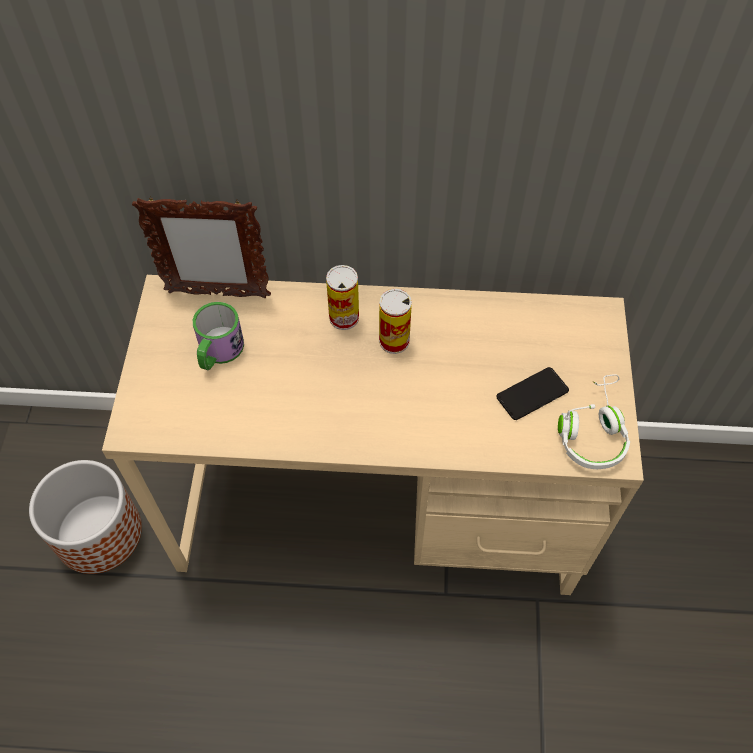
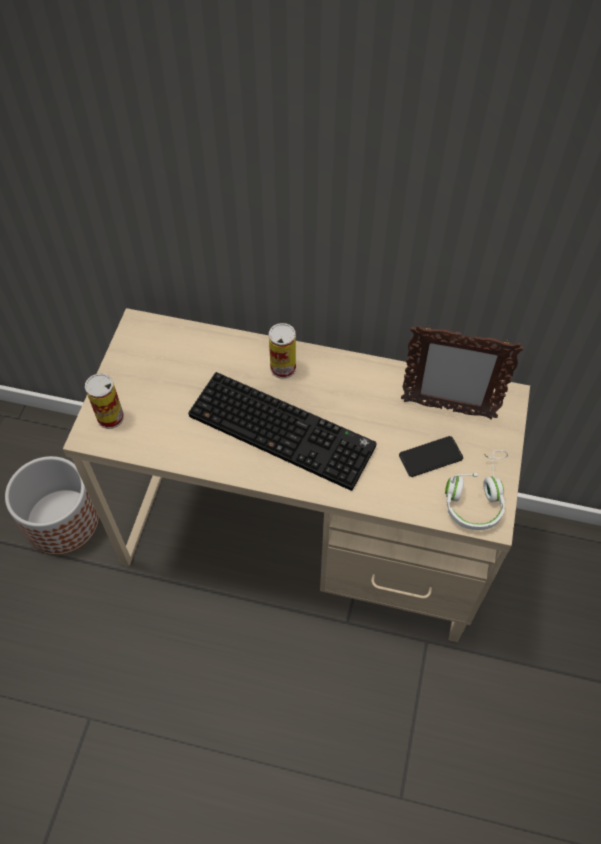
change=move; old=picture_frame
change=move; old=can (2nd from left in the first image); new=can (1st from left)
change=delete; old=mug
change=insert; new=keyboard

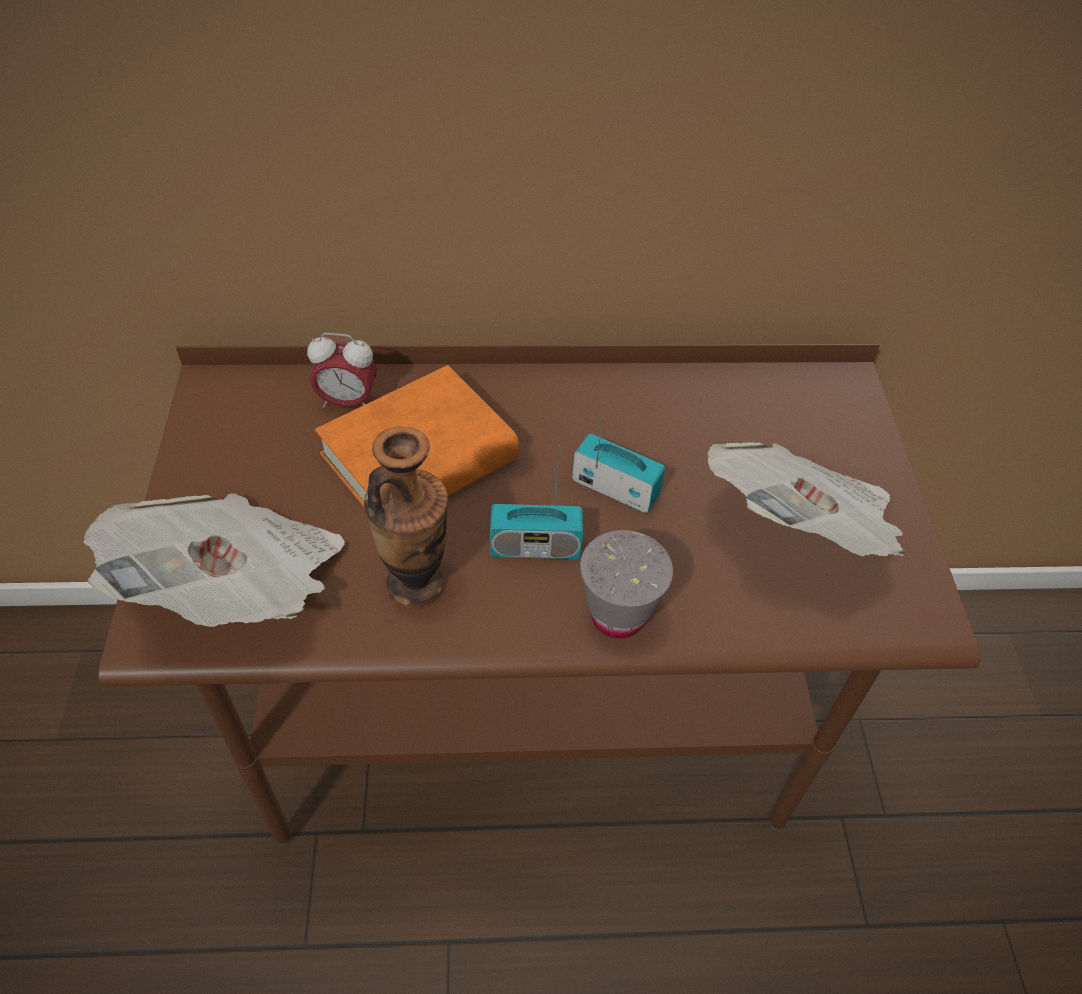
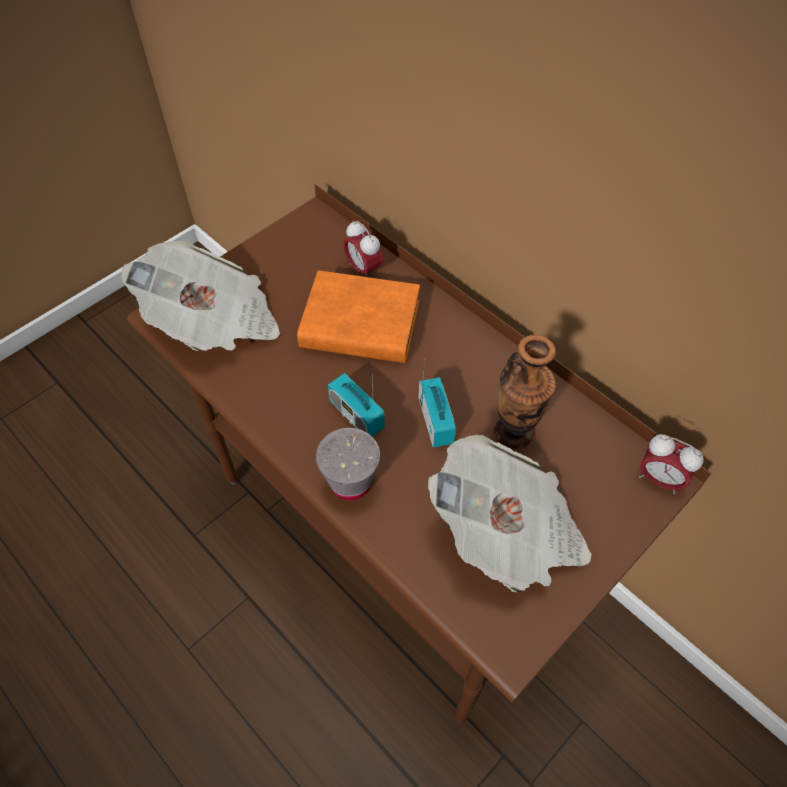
change=move; old=vase
change=insert; new=alarm_clock (2nd from left)

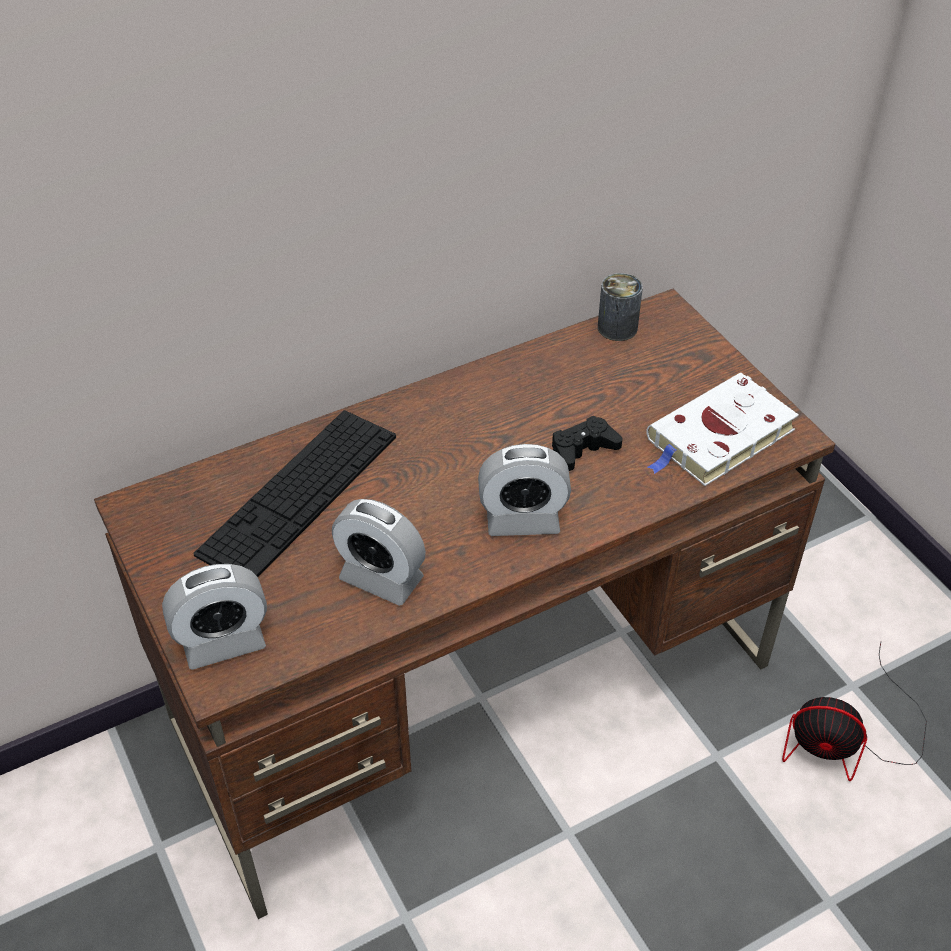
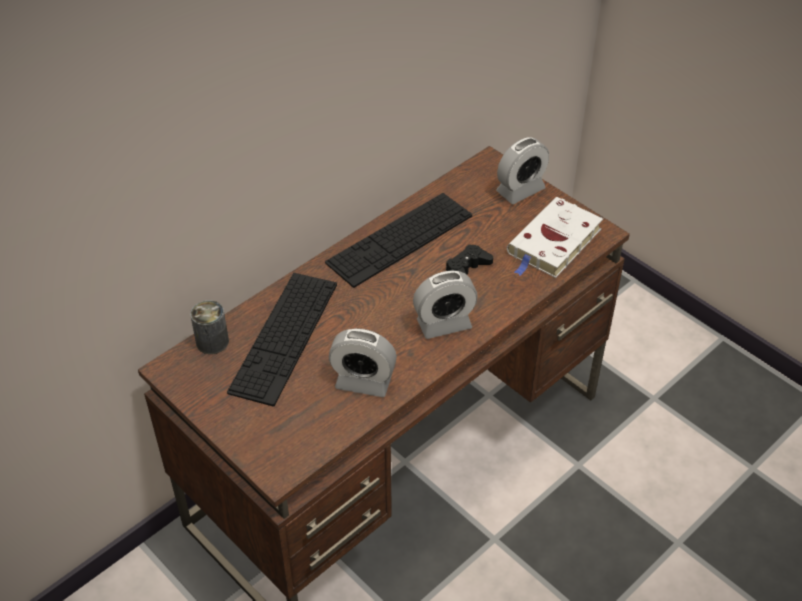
change=move; old=can
change=move; old=alarm_clock (1st from left in the first image); new=alarm_clock (3rd from left)
change=delete; old=fan
change=insert; new=keyboard (2nd from left)

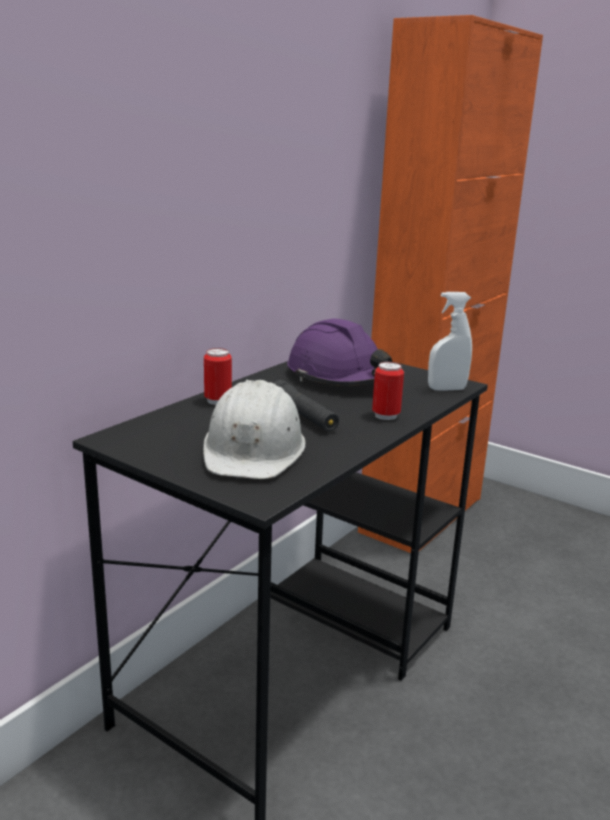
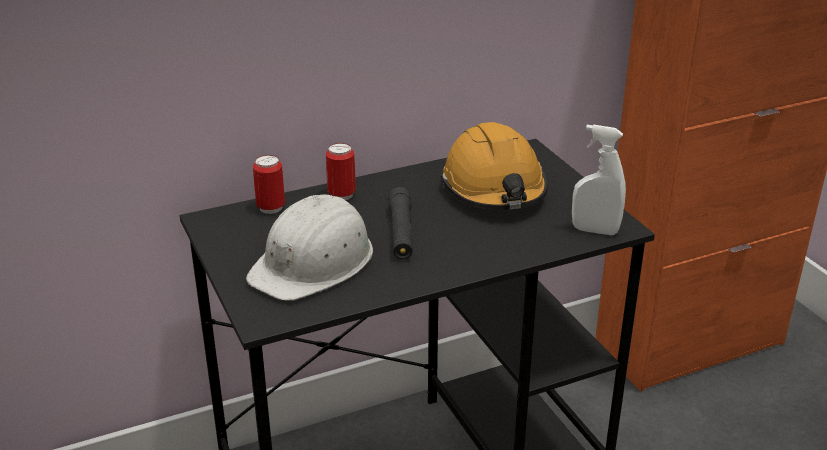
change=recolor; old=purple_hard_hat; new=orange_hard_hat
change=move; old=can (2nd from left in the first image); new=can (1st from left)

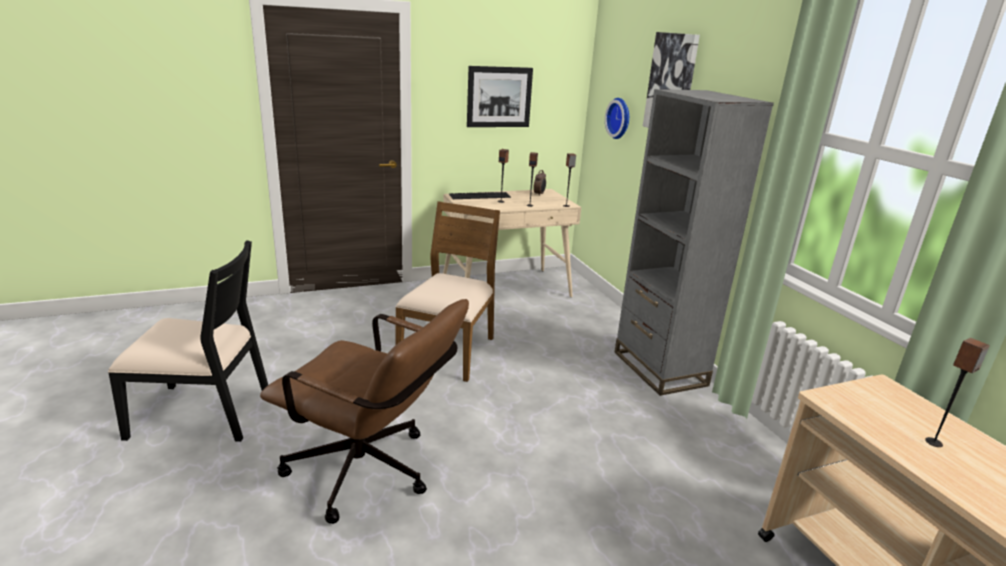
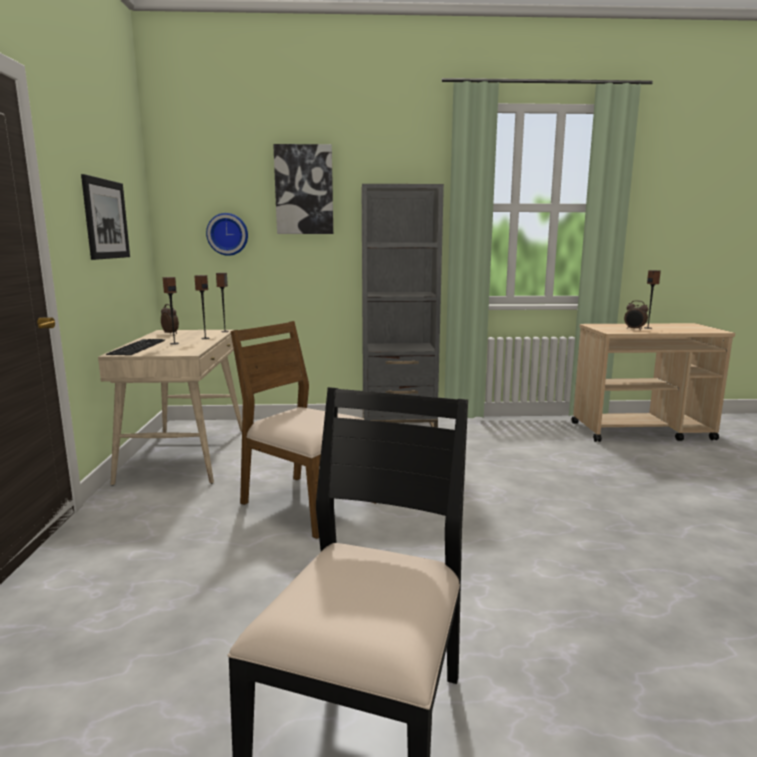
change=delete; old=brown_office_chair
change=insert; new=alarm_clock (2nd from left)

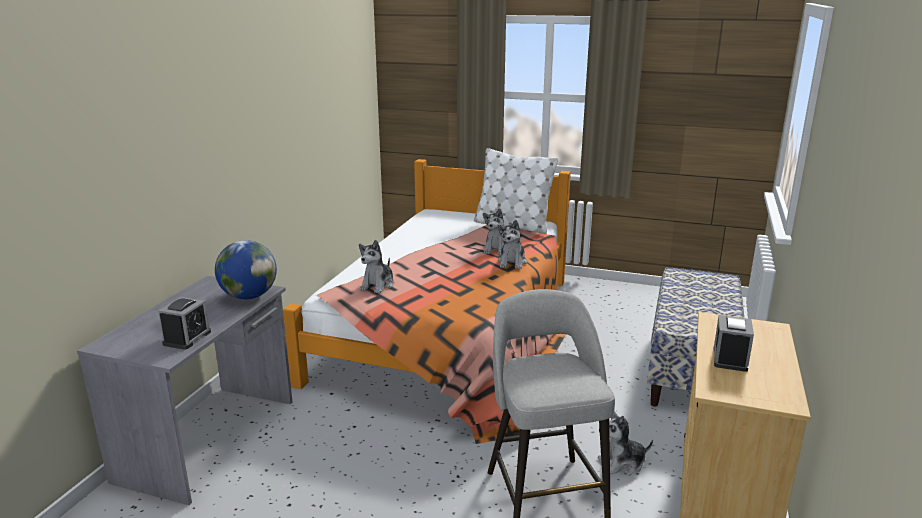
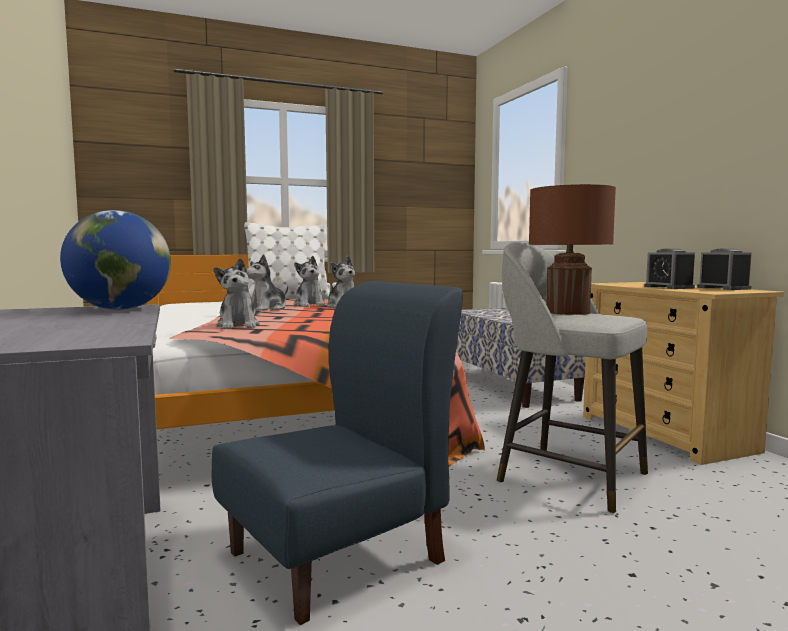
change=move; old=alarm_clock (1st from left in the first image); new=alarm_clock (2nd from left)
change=move; old=plush_toy (4th from left in the first image); new=plush_toy (2nd from left)
change=insert; new=brown_table_lamp
change=insert; new=blue_chair

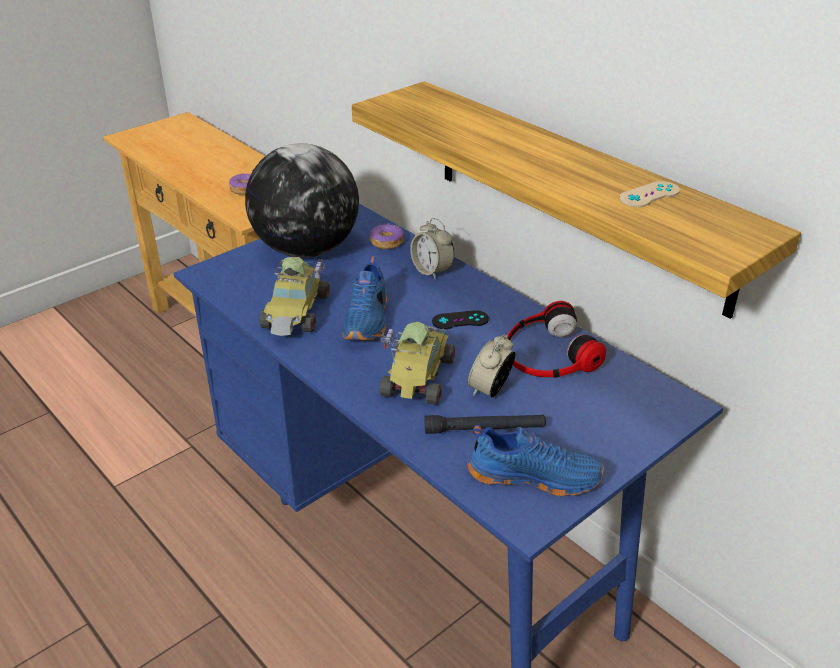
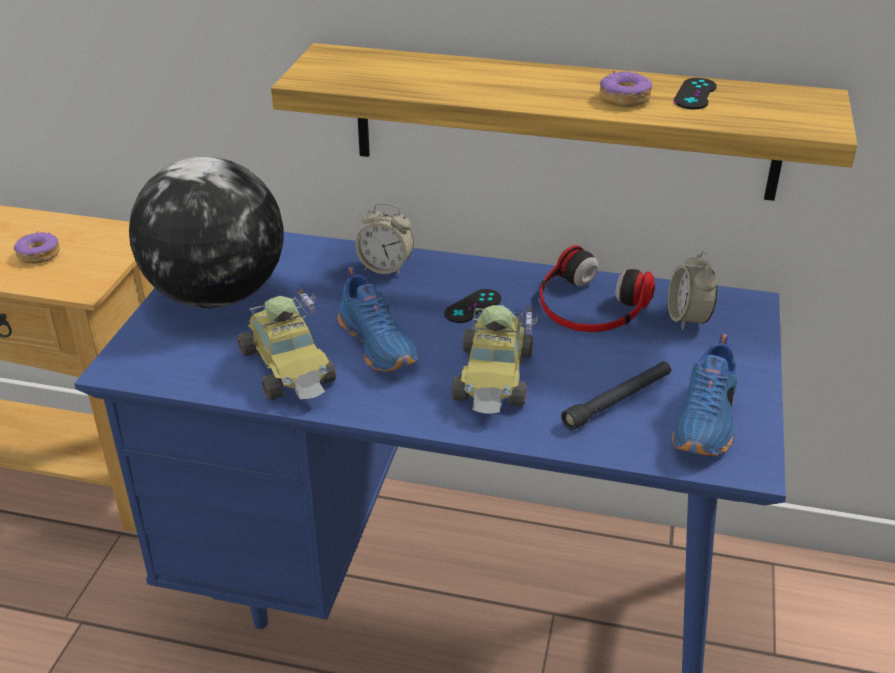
change=recolor; old=beige_game_controller; new=black_game_controller (2nd from left)
change=move; old=donut (2nd from left)
change=rotate; old=toy_car (2nd from left); degrees=-150
change=move; old=alarm_clock (2nd from left)
change=rotate; old=blue_shoe (2nd from left); degrees=135

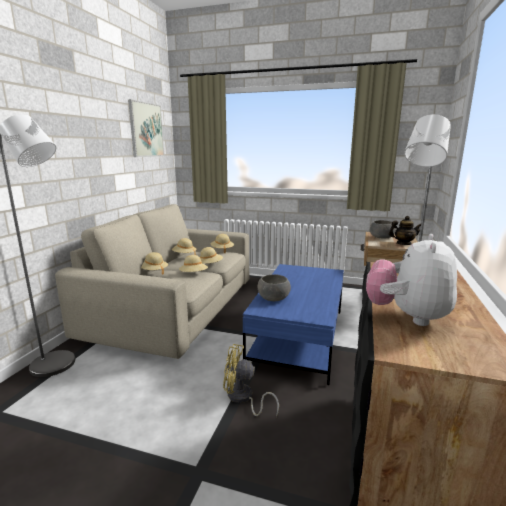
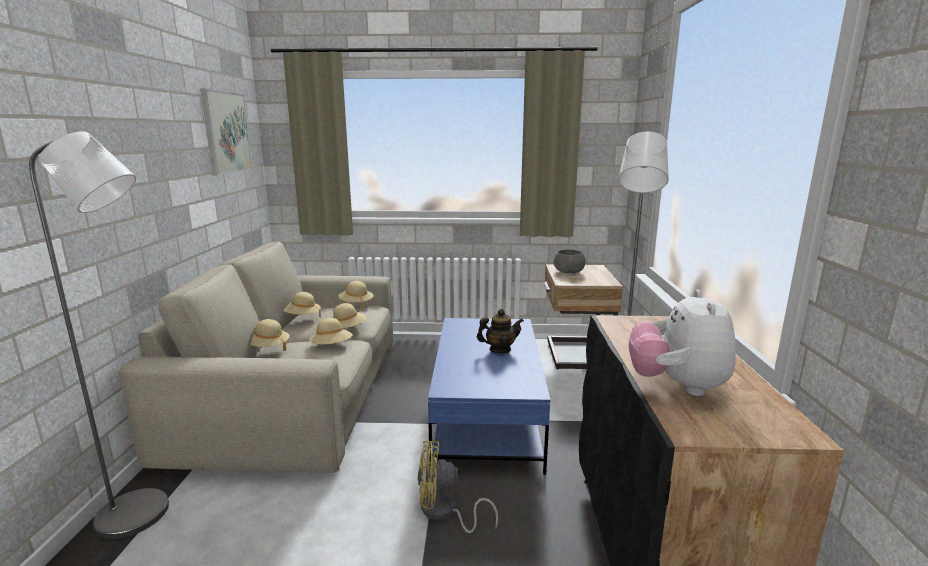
change=move; old=teapot
change=delete; old=grey_bowl (1st from left)

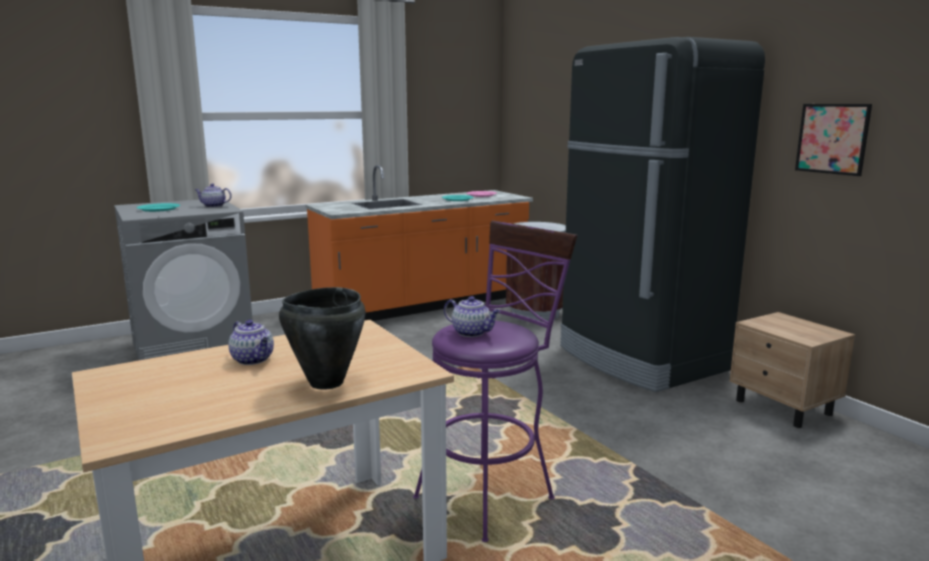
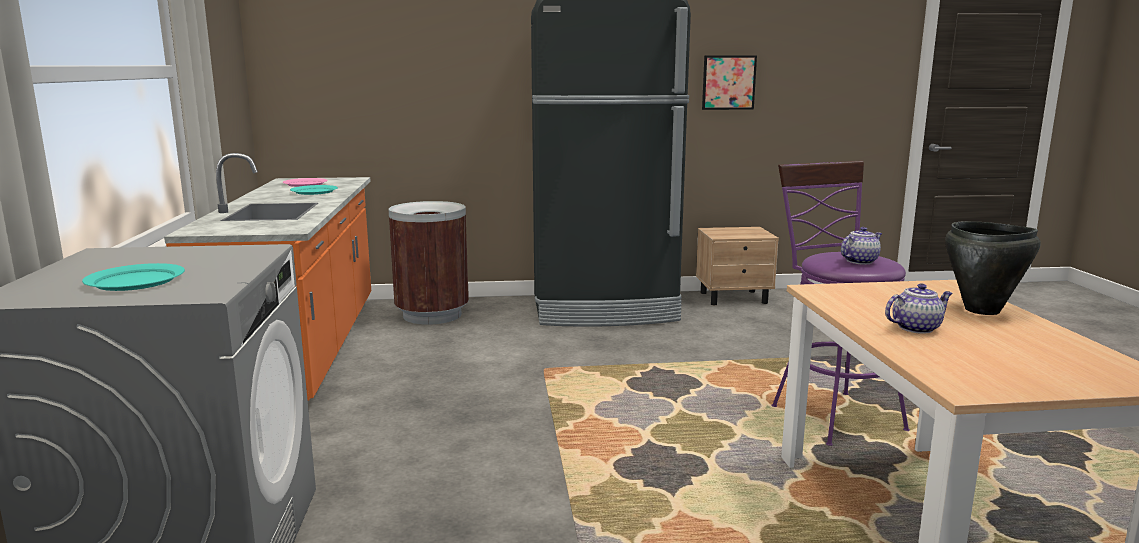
change=delete; old=teapot (1st from left)

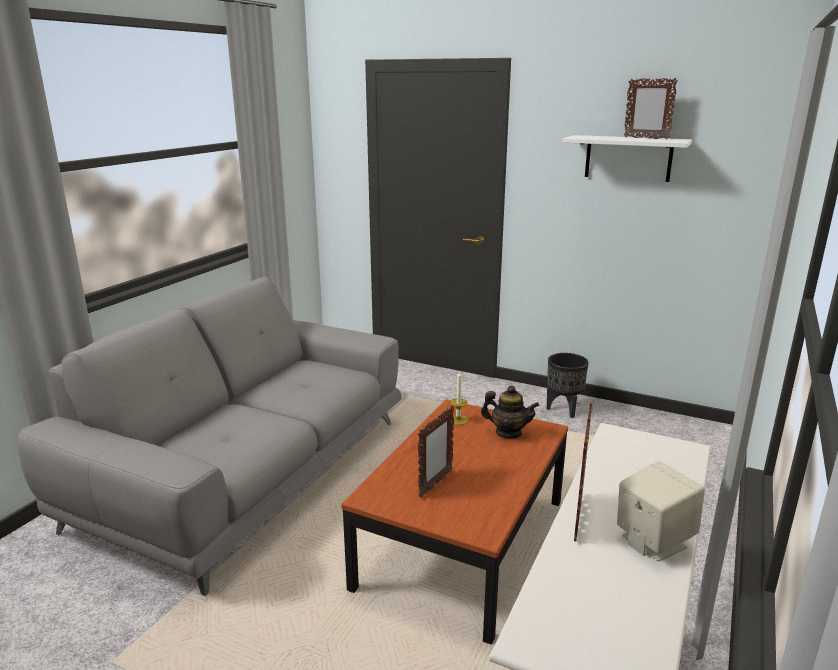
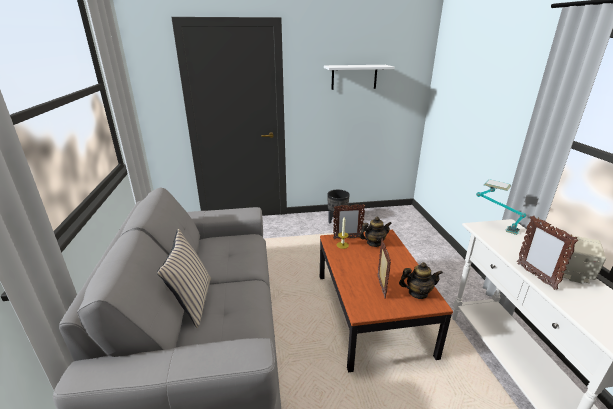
change=move; old=picture_frame (3rd from left in the first image); new=picture_frame (1st from left)
change=insert; new=table_lamp
change=insert; new=beige_pillow
change=insert; new=teapot (2nd from left)

